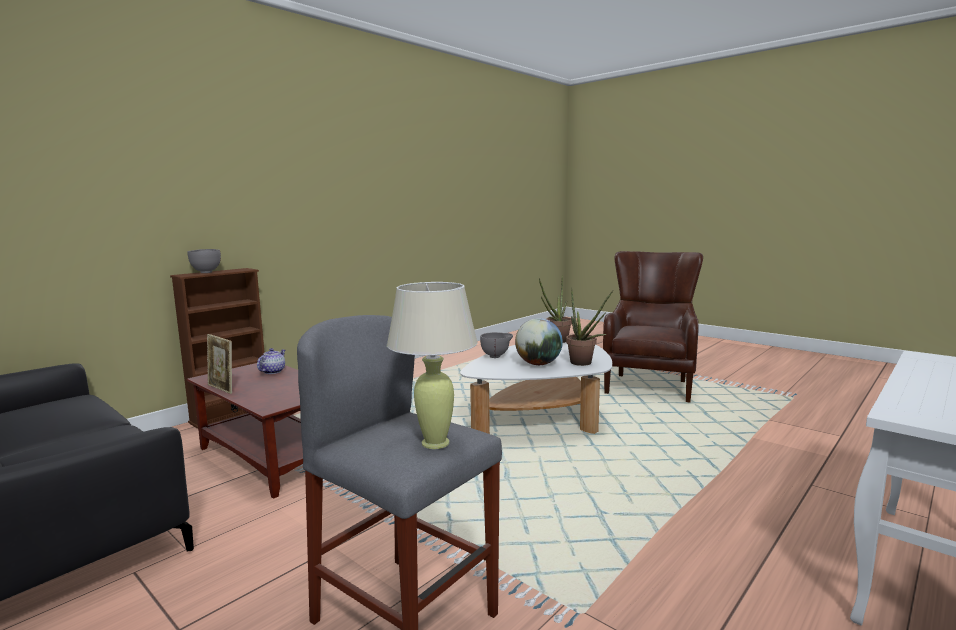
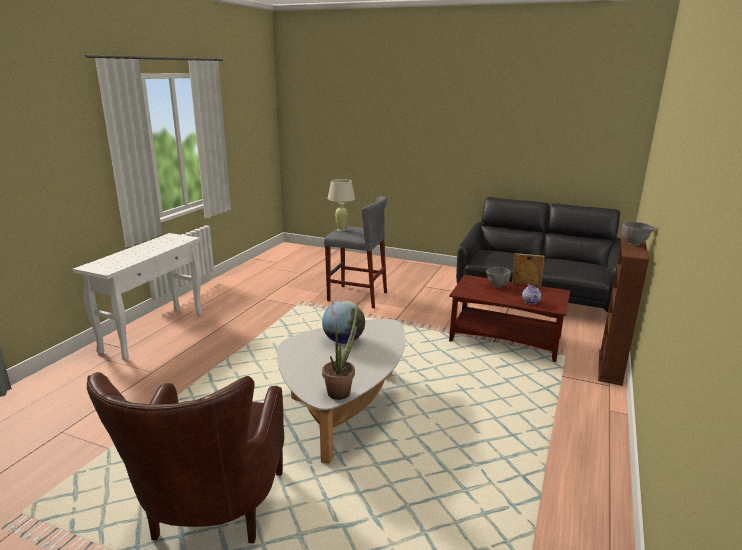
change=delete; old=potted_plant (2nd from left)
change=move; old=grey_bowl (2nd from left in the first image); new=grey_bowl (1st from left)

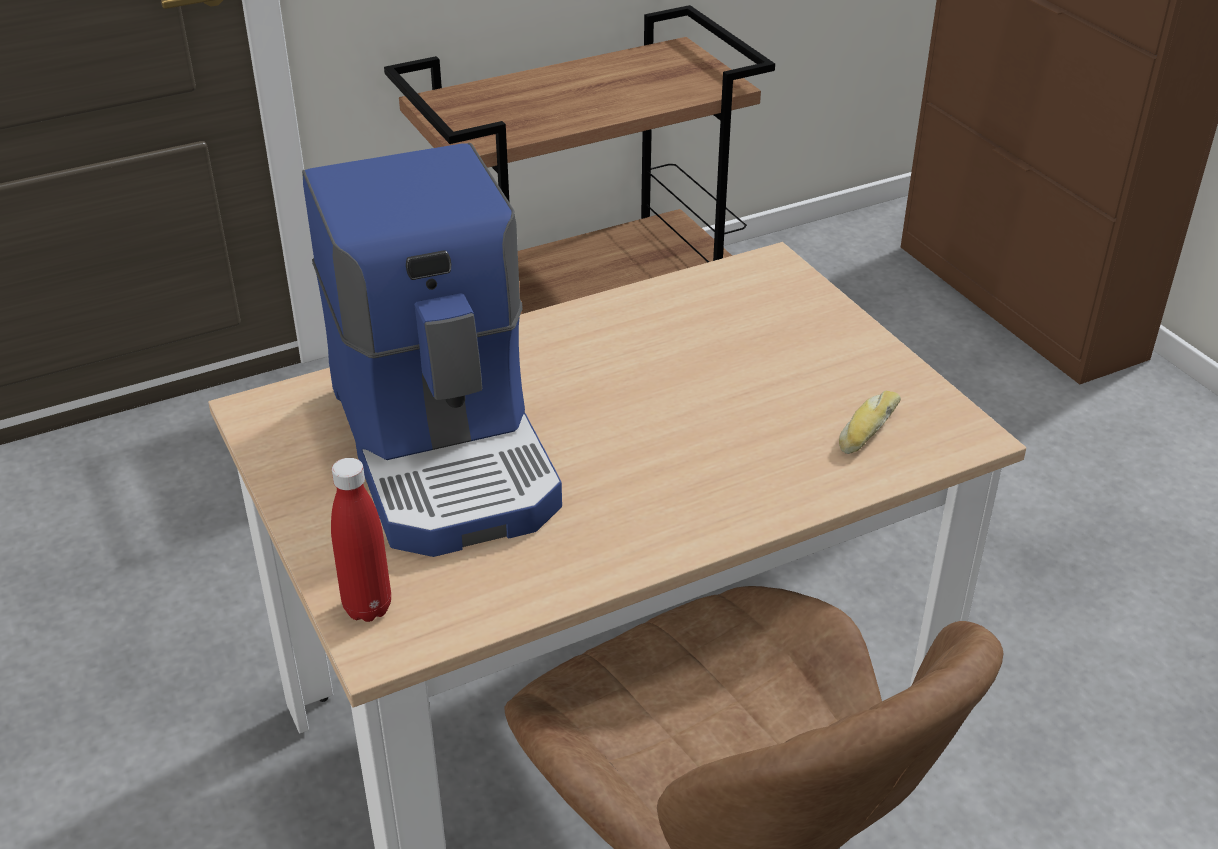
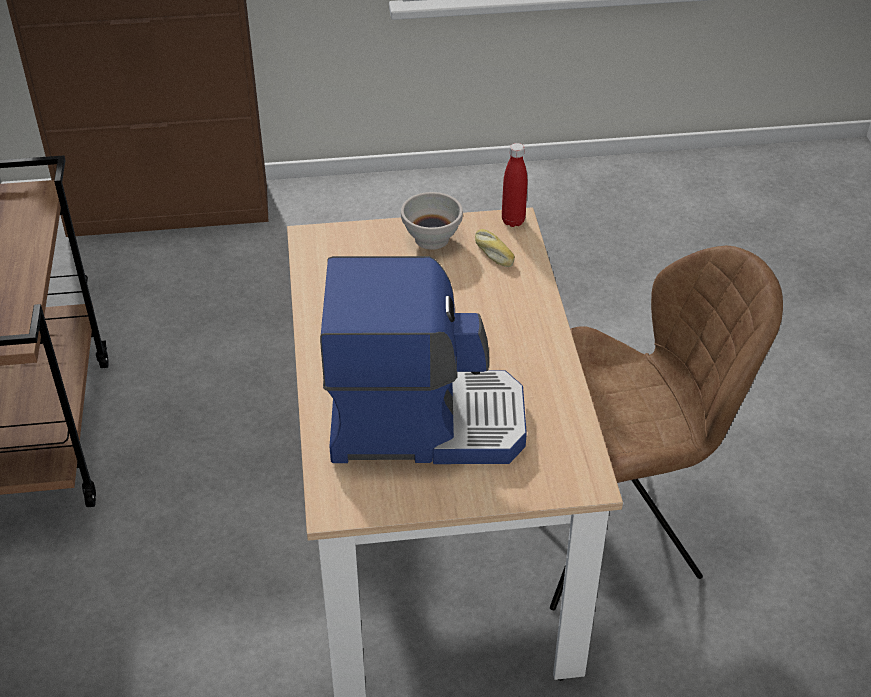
change=move; old=red_bottle
change=insert; new=white_bowl

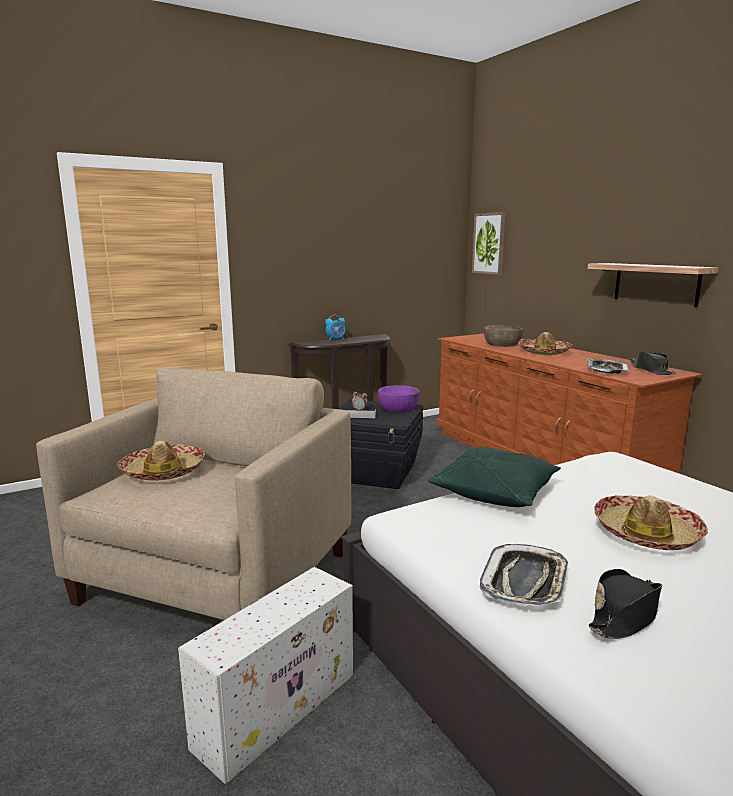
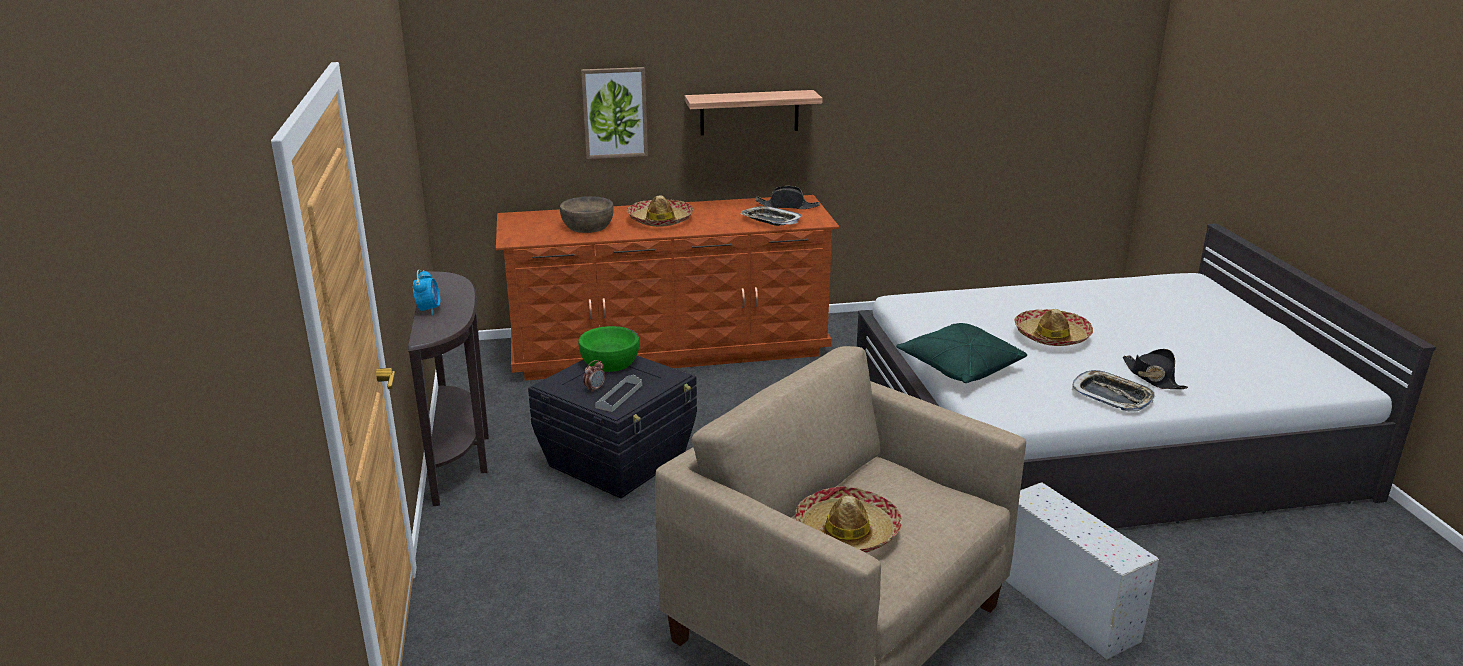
change=move; old=picture
change=recolor; old=purple_bowl; new=green_bowl

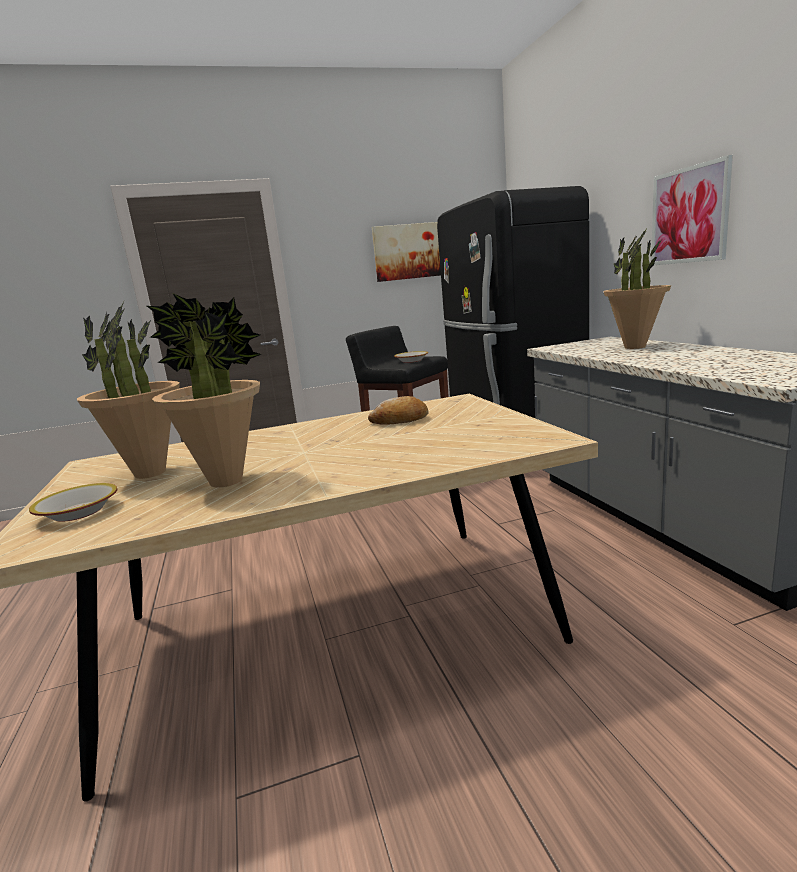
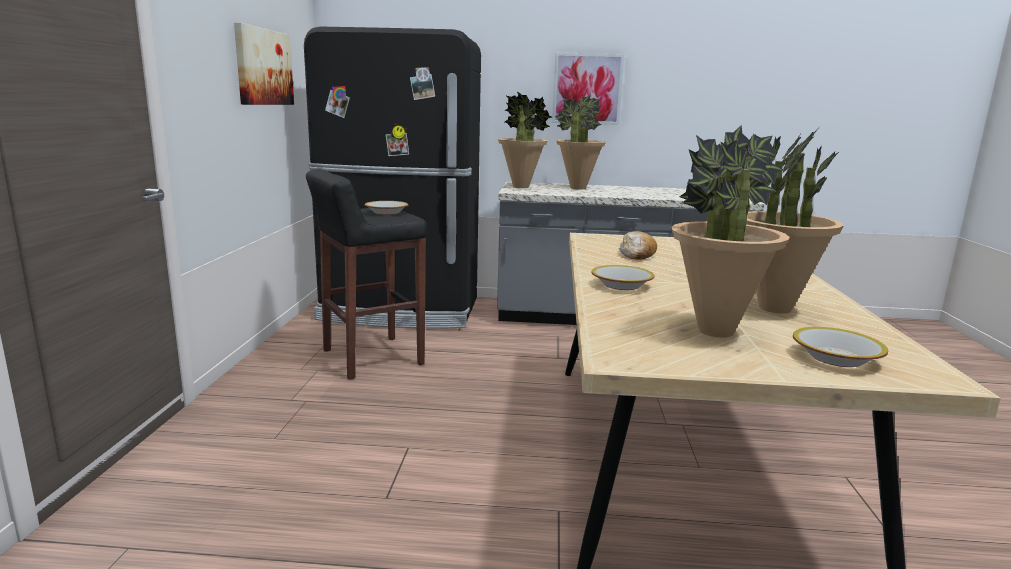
change=insert; new=potted_plant (1st from left)
change=insert; new=bowl (2nd from left)

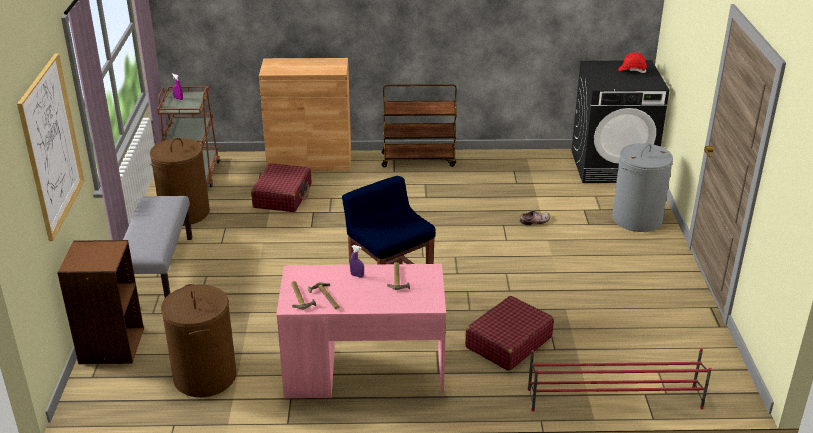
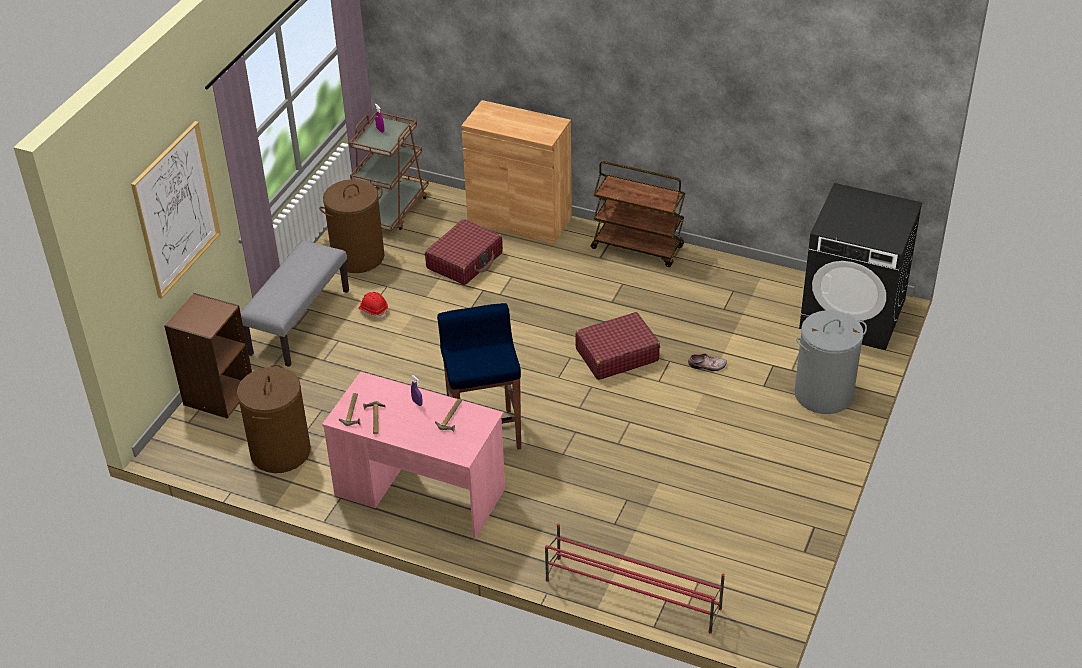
change=move; old=red_hard_hat
change=move; old=red_suitcase (2nd from left)

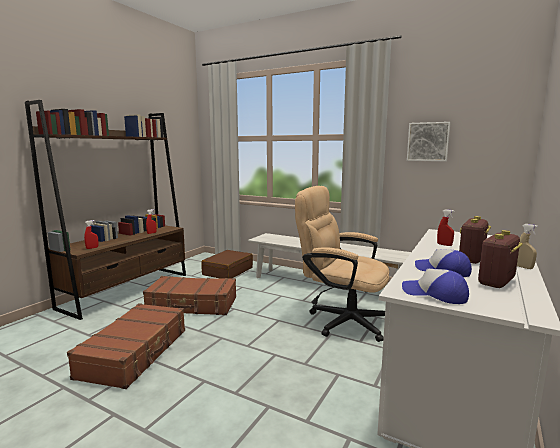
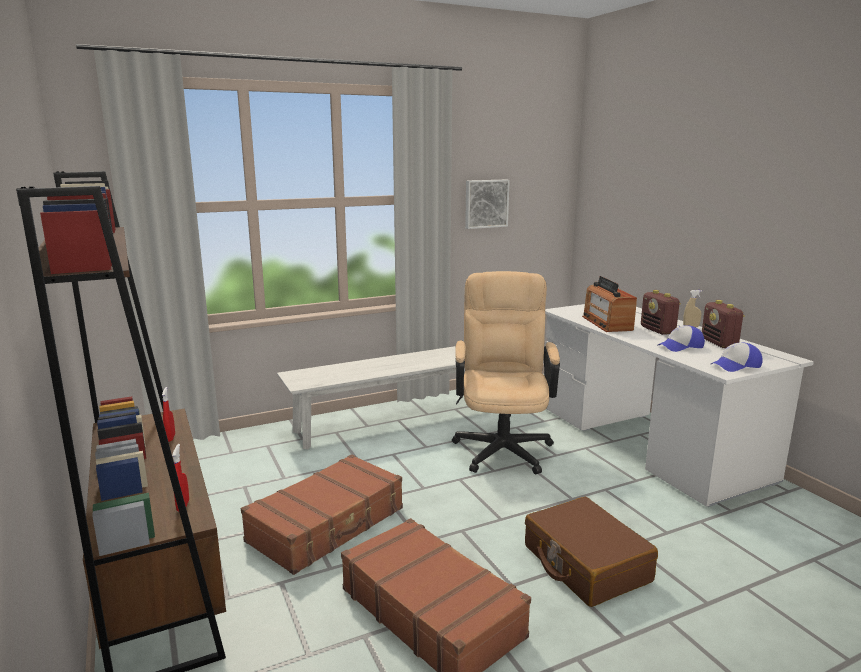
change=rotate; old=beige_office_chair; degrees=120
change=replace; old=red_spray_bottle (3rd from left); new=radio (1st from left)
change=move; old=brown_suitcase (3rd from left)

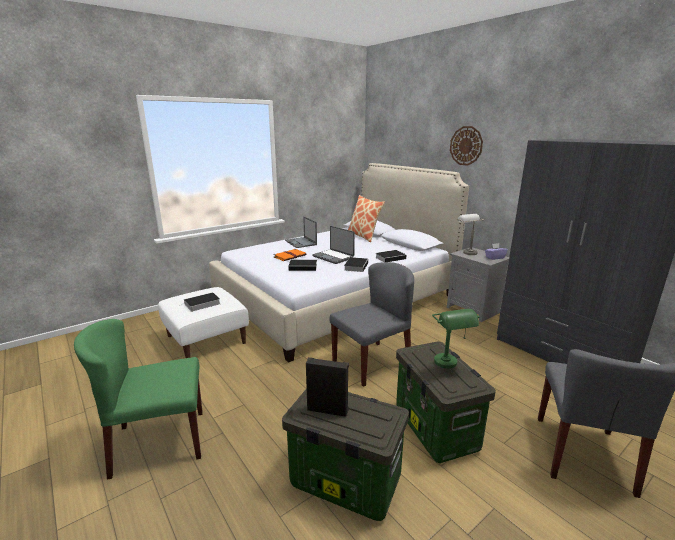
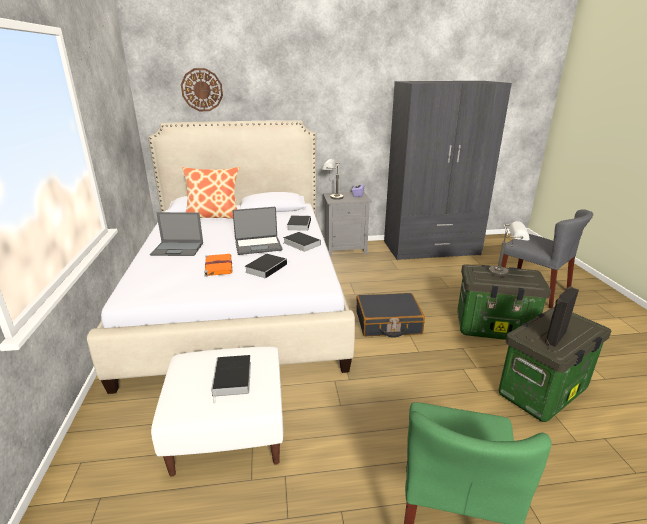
change=move; old=wall_clock
change=replace; old=grey_chair (1st from left); new=black_suitcase
change=recolor; old=green_table_lamp; new=grey_table_lamp (2nd from left)

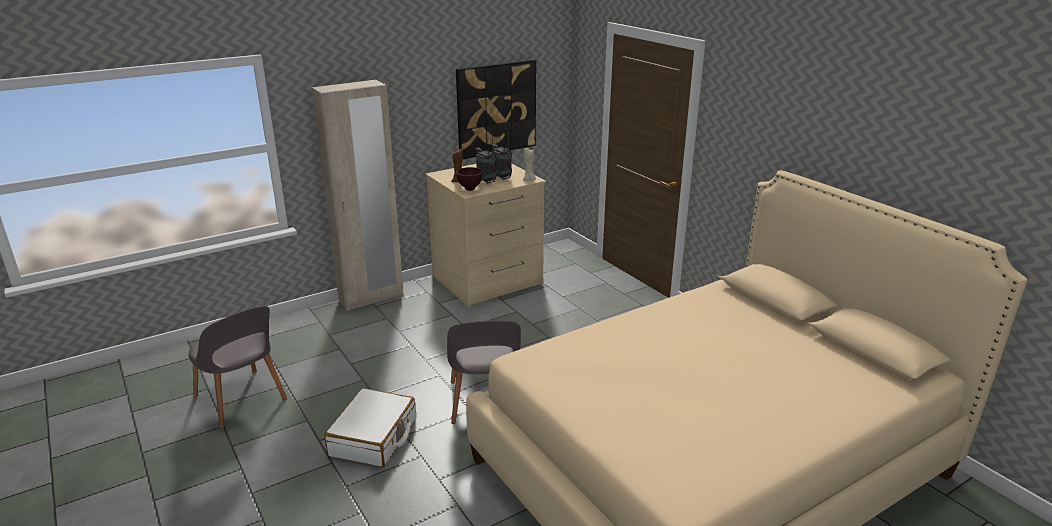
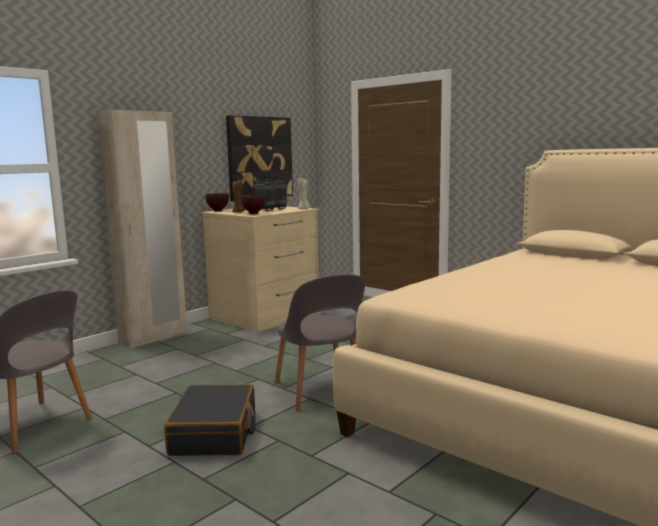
change=recolor; old=white_suitcase; new=black_suitcase
change=insert; new=brown_bowl (1st from left)

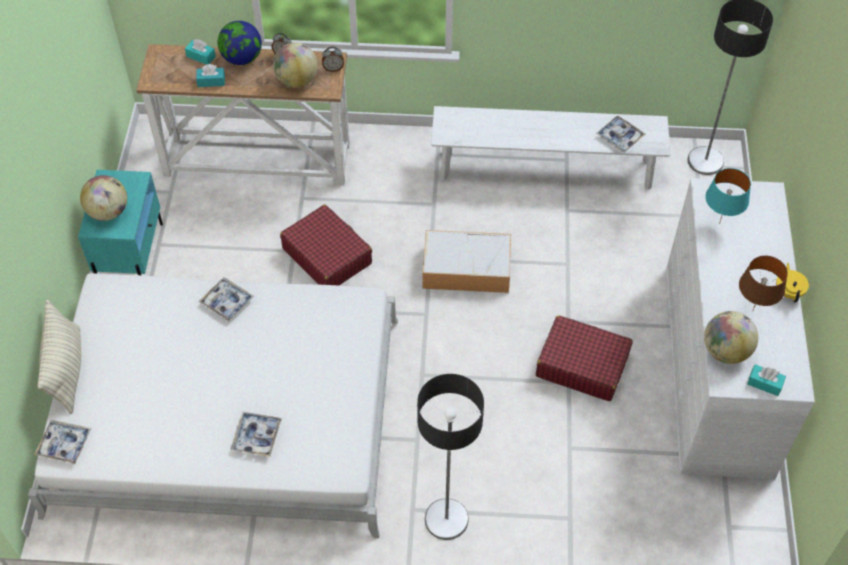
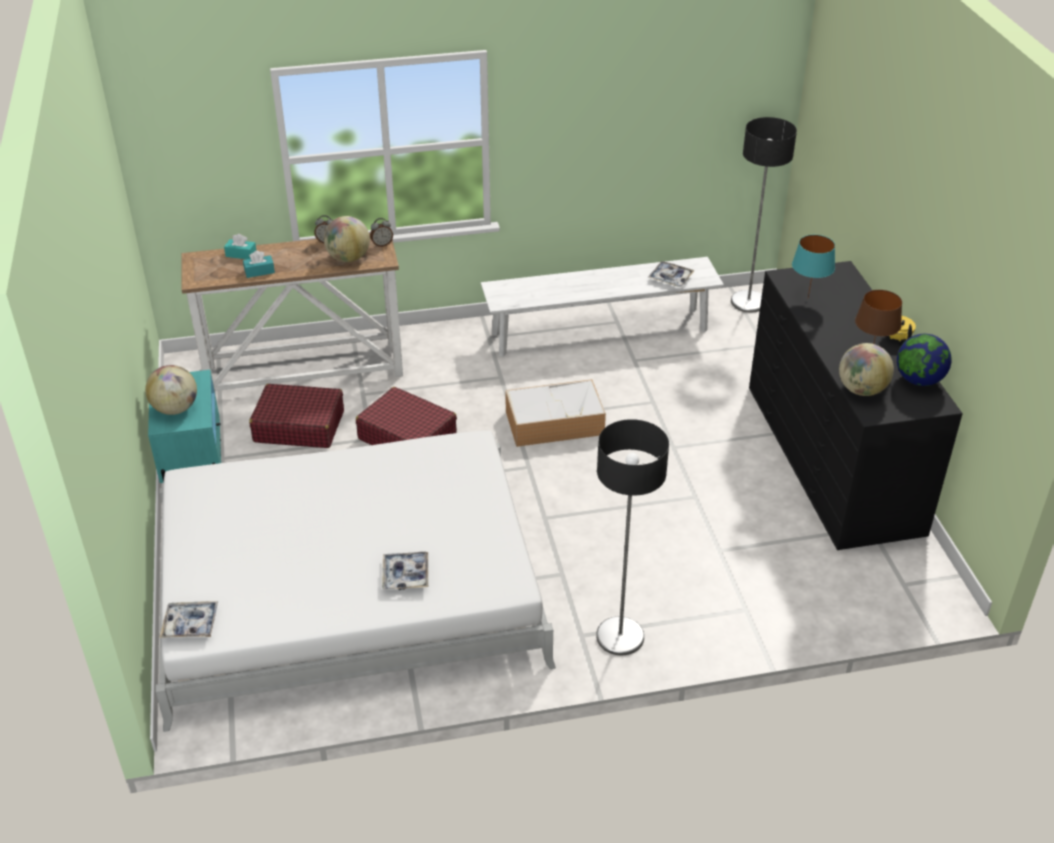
change=move; old=globe (2nd from left in the first image); new=globe (4th from left)
change=recolor; old=white_dresser; new=black_dresser
change=delete; old=tray (2nd from left)
change=delete; old=pillow
change=move; old=red_suitcase (2nd from left in the first image); new=red_suitcase (1st from left)
change=delete; old=turquoise_tissue_box (3rd from left)

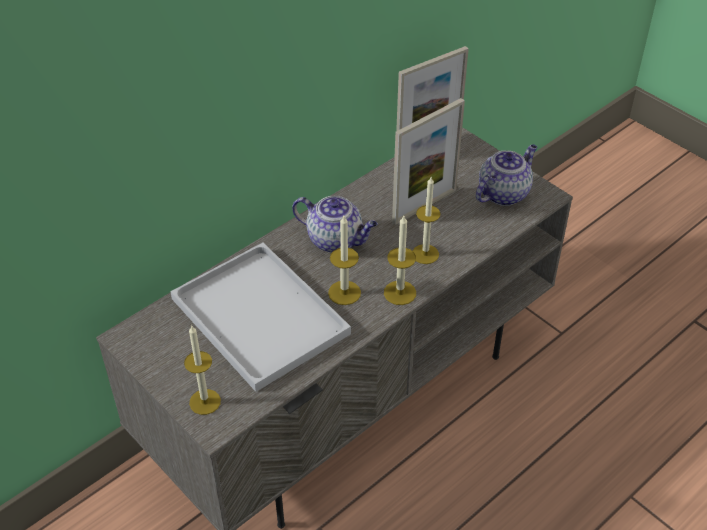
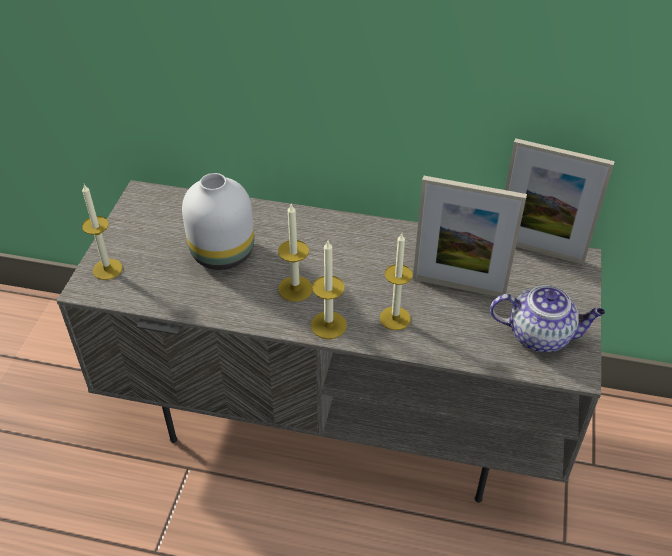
change=delete; old=teapot (1st from left)
change=replace; old=white_tray; new=white_vase

